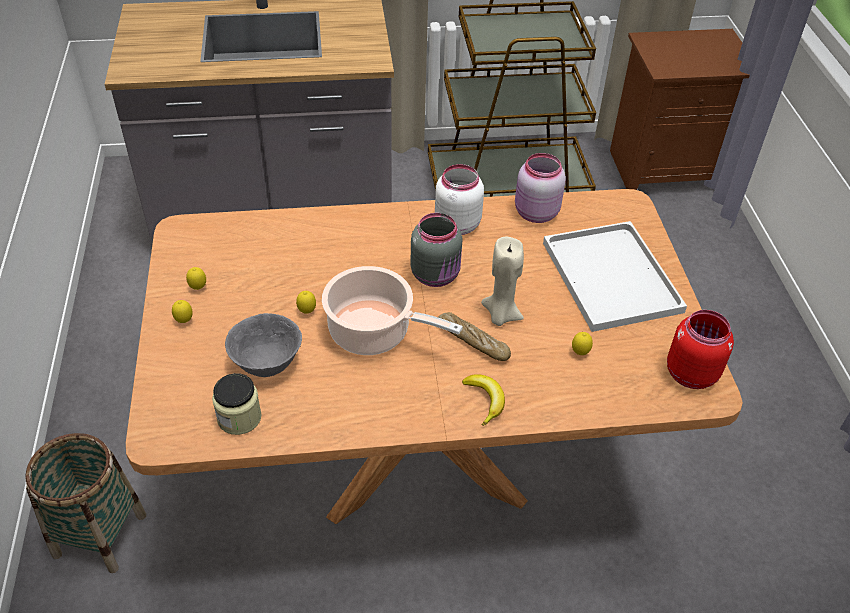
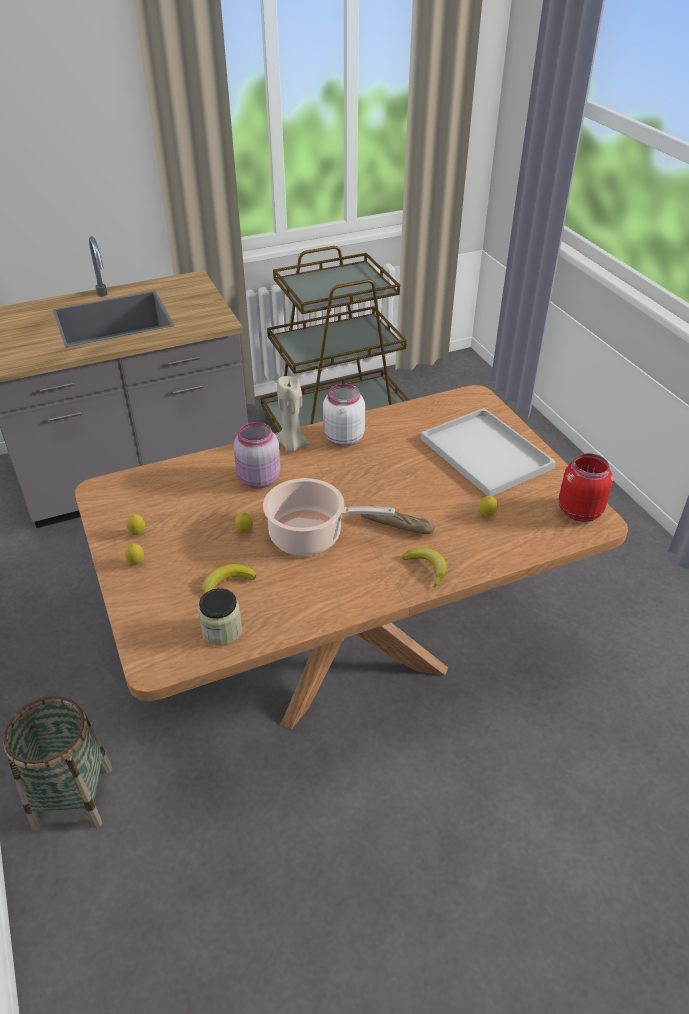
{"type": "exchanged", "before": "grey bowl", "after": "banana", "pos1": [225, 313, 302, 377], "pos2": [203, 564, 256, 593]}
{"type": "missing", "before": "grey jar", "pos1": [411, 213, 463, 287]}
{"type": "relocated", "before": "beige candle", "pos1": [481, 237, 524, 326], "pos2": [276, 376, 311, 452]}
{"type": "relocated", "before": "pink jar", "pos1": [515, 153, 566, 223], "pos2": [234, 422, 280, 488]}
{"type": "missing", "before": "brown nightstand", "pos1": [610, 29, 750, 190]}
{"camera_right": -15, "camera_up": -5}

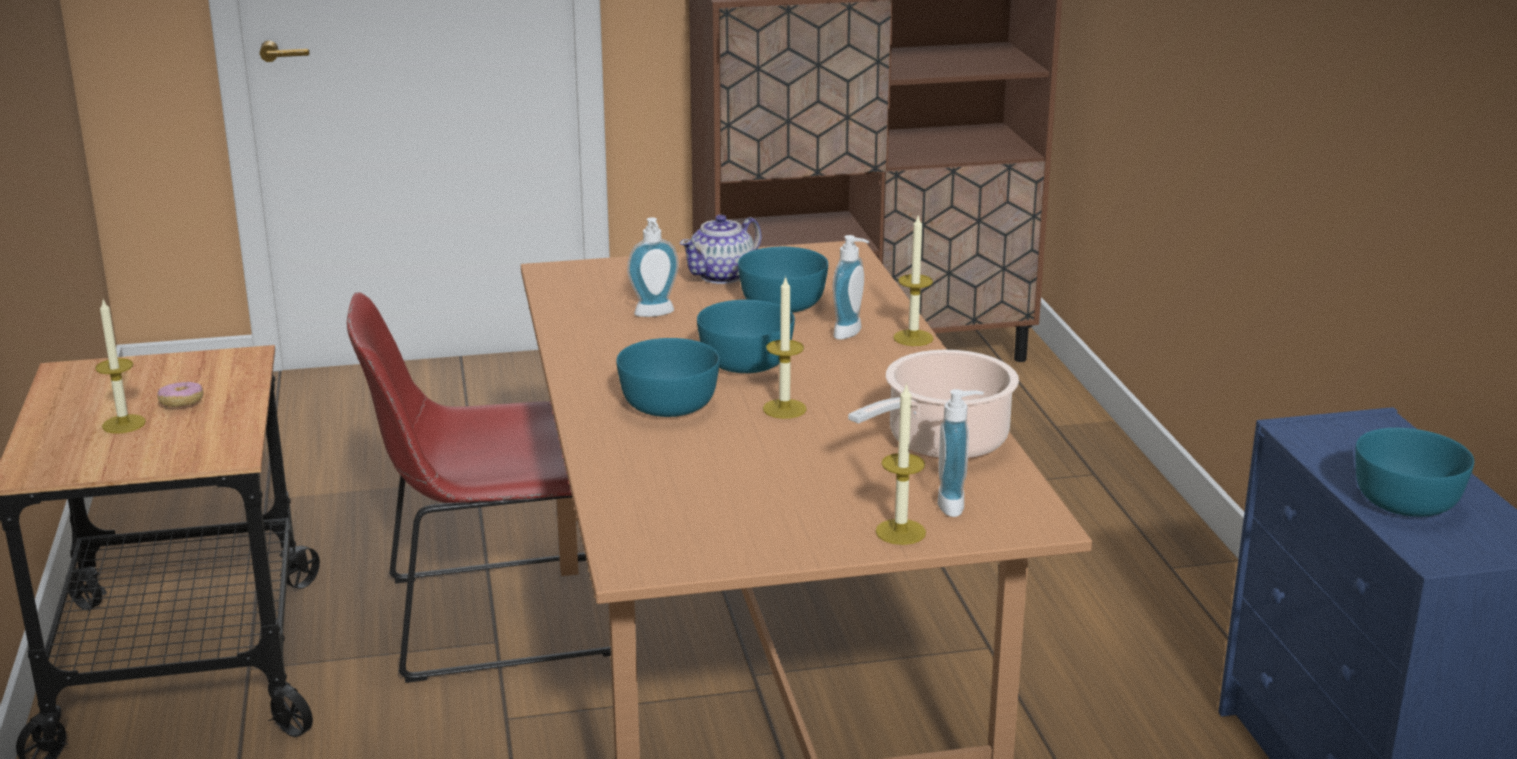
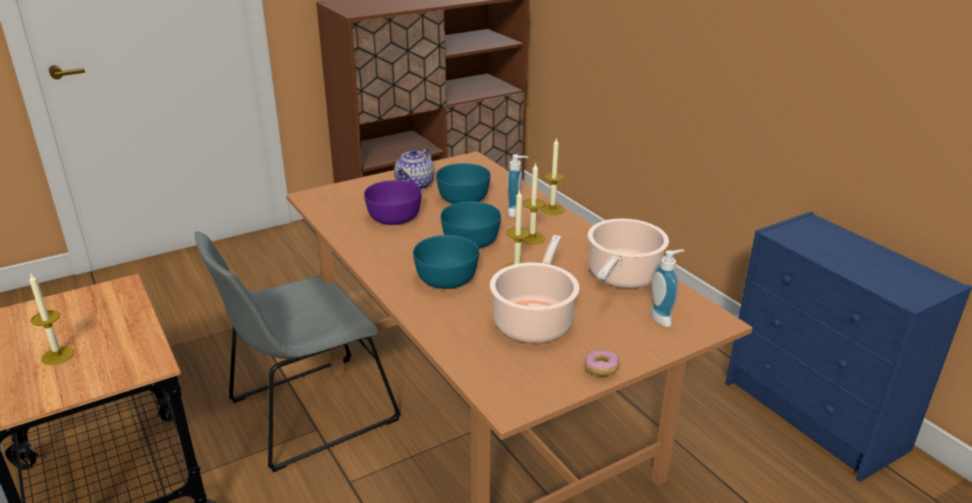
{"type": "relocated", "before": "donut", "pos1": [157, 382, 203, 407], "pos2": [585, 350, 620, 376]}
{"type": "colour", "before": "red chair", "after": "grey chair", "pos1": [347, 292, 611, 683], "pos2": [195, 231, 401, 472]}
{"type": "exchanged", "before": "soap dispenser", "after": "purple bowl", "pos1": [627, 217, 679, 317], "pos2": [364, 180, 422, 225]}
{"type": "relocated", "before": "candle", "pos1": [875, 383, 926, 545], "pos2": [521, 162, 545, 245]}
{"type": "missing", "before": "turquoise bowl", "pos1": [1355, 428, 1474, 517]}
{"type": "appeared", "after": "cooking pot", "pos2": [490, 235, 580, 343]}
{"camera_right": -20, "camera_up": 5}

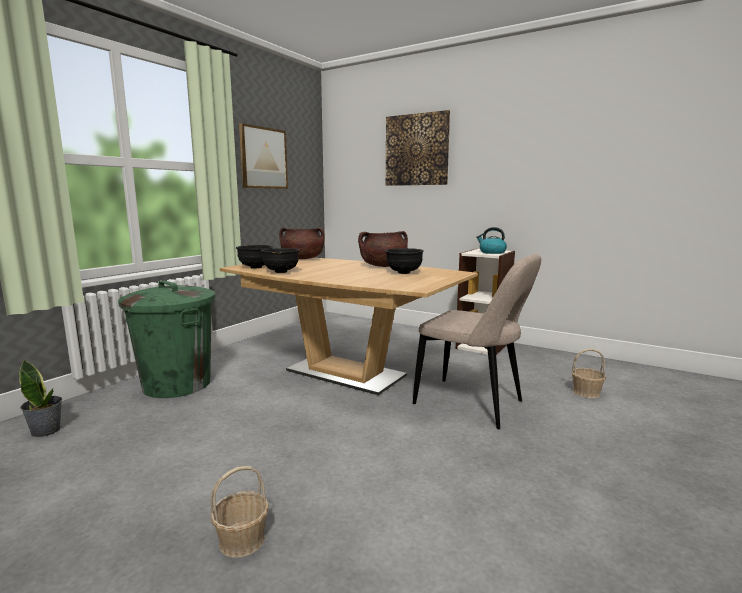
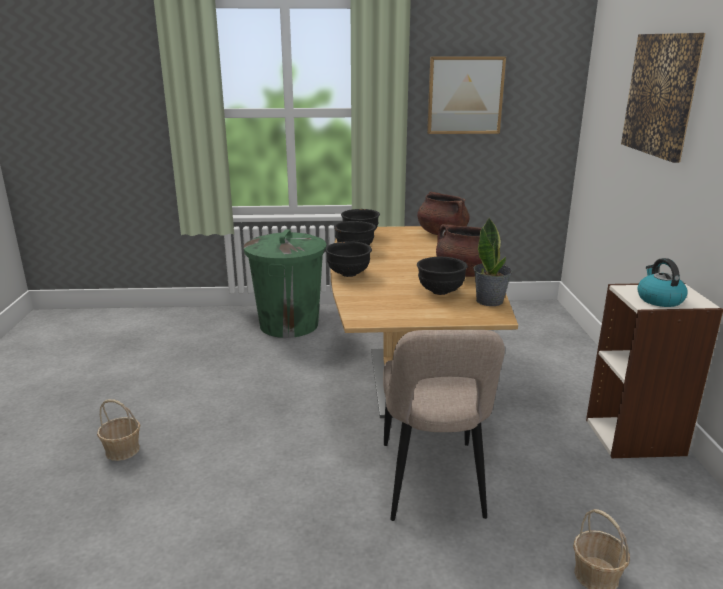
{"type": "relocated", "before": "potted plant", "pos1": [19, 360, 62, 437], "pos2": [473, 218, 512, 306]}
{"type": "appeared", "after": "black bowl", "pos2": [325, 241, 372, 277]}
{"camera_right": 55, "camera_up": 10}

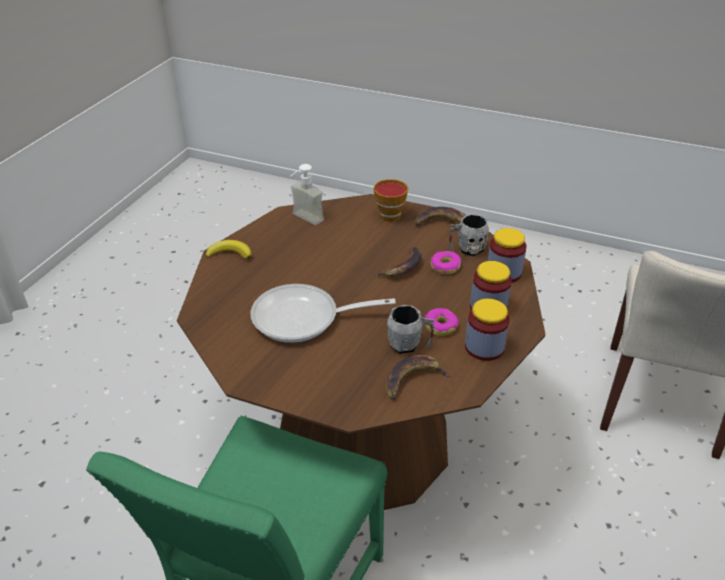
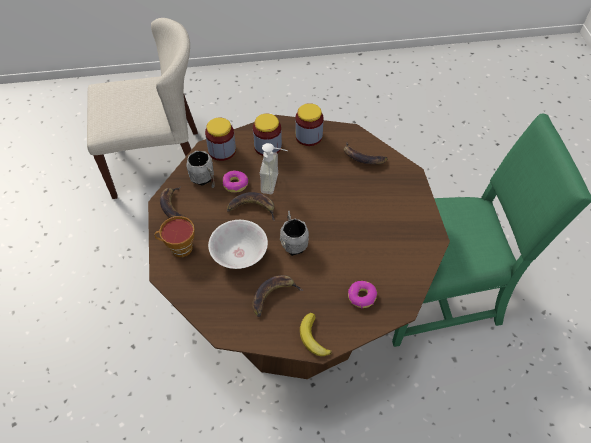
{"type": "missing", "before": "frying pan", "pos1": [250, 284, 396, 343]}
{"type": "relocated", "before": "soap dispenser", "pos1": [290, 164, 324, 225], "pos2": [260, 143, 288, 194]}
{"type": "relocated", "before": "grey mug", "pos1": [387, 305, 434, 354], "pos2": [280, 211, 309, 256]}
{"type": "relocated", "before": "donut", "pos1": [425, 308, 459, 336], "pos2": [348, 281, 377, 309]}
{"type": "appeared", "after": "white bowl", "pos2": [208, 220, 268, 269]}
{"type": "appeared", "after": "banana", "pos2": [252, 275, 303, 317]}
{"camera_right": -120, "camera_up": 15}

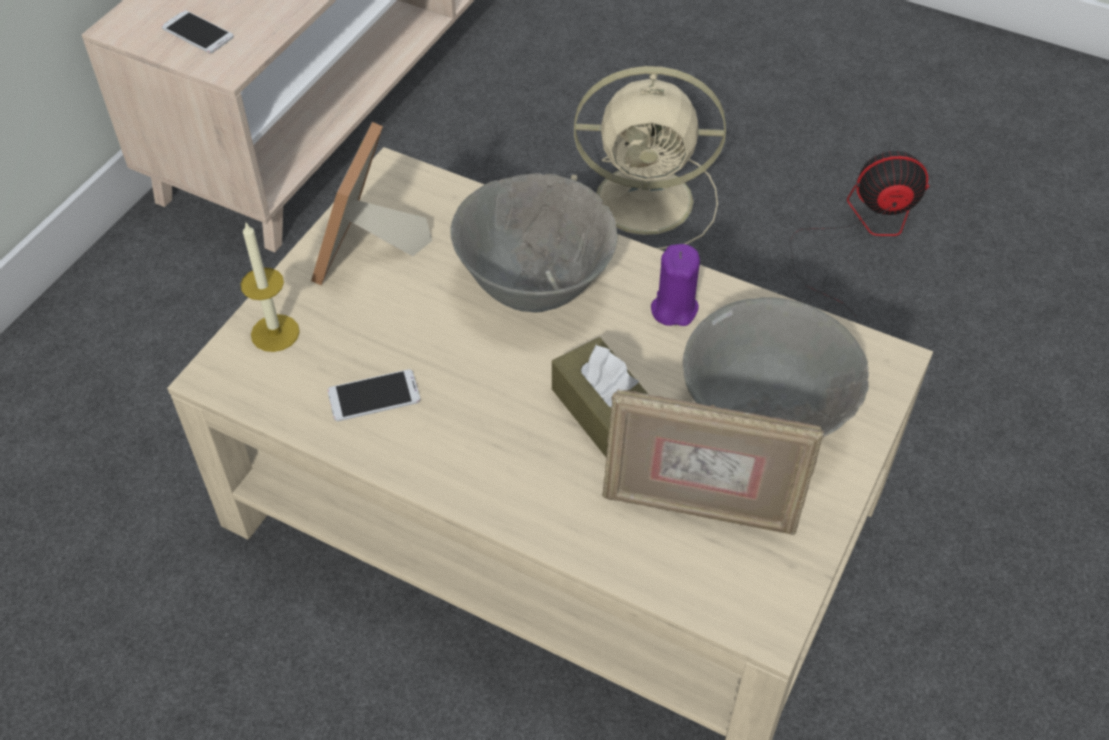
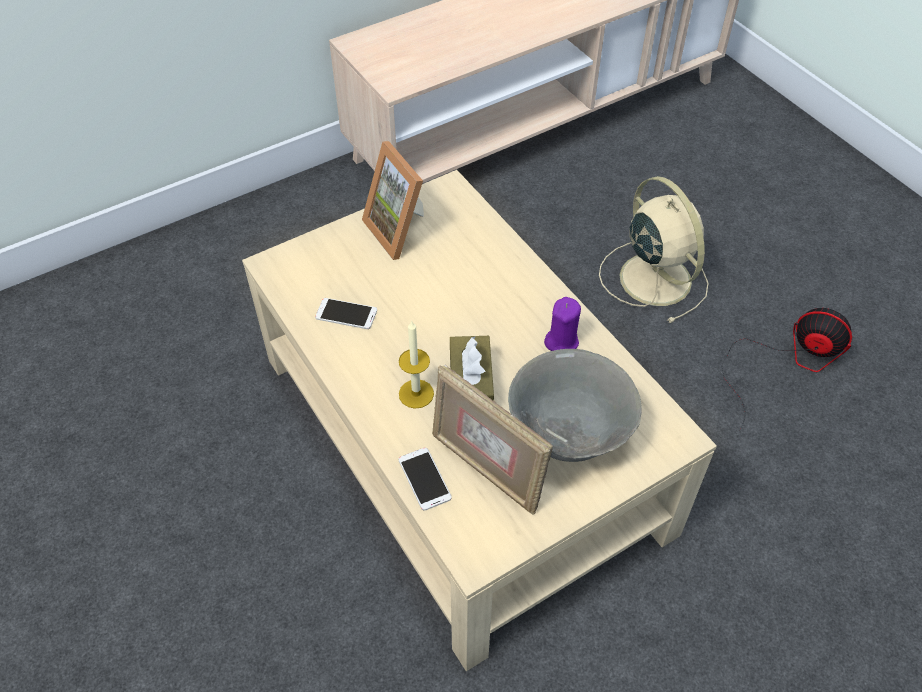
{"type": "relocated", "before": "phone", "pos1": [162, 10, 234, 53], "pos2": [399, 448, 452, 511]}
{"type": "relocated", "before": "candle", "pos1": [240, 221, 300, 352], "pos2": [399, 320, 434, 409]}
{"type": "spun", "before": "picture frame", "pos1": [311, 122, 432, 285], "pos2": [362, 141, 424, 260], "turn": -75}
{"type": "missing", "before": "grey bowl", "pos1": [450, 173, 618, 313]}
{"type": "spun", "before": "beige fan", "pos1": [571, 66, 726, 250], "pos2": [599, 176, 709, 323], "turn": -150}
{"camera_right": 30, "camera_up": 0}

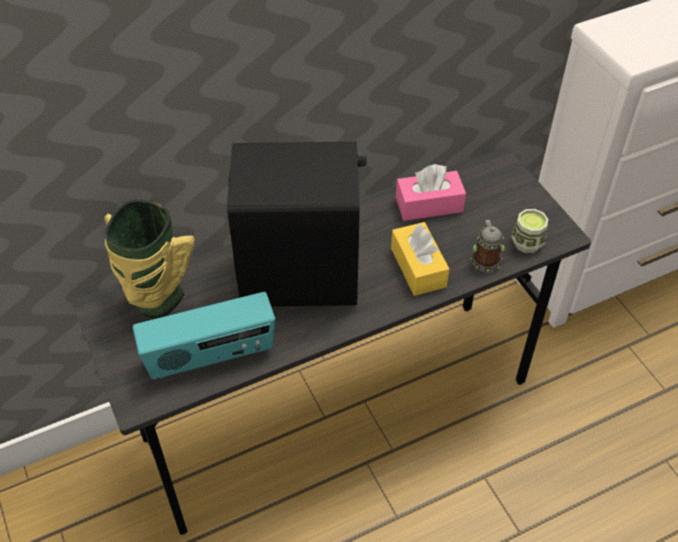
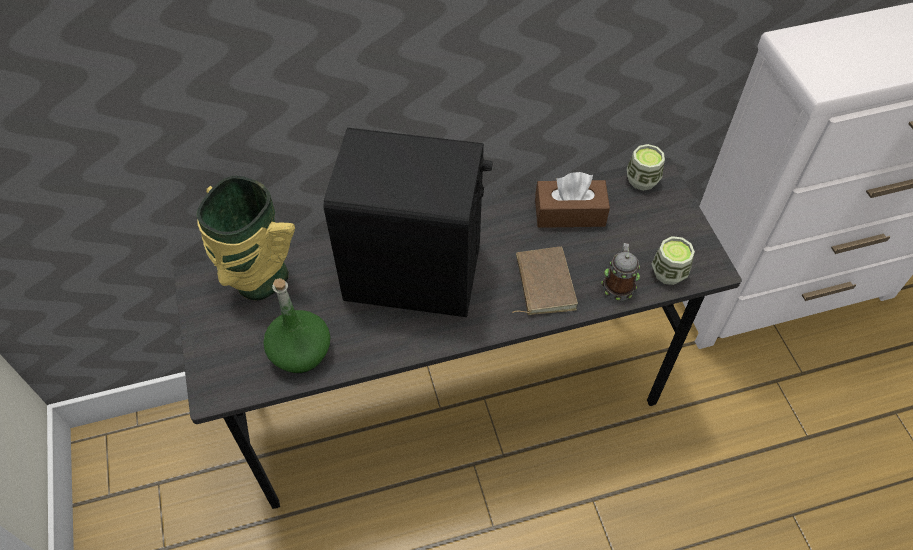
{"type": "exchanged", "before": "radio", "after": "green bottle", "pos1": [133, 292, 275, 379], "pos2": [263, 278, 330, 373]}
{"type": "exchanged", "before": "yellow tissue box", "after": "brown book", "pos1": [391, 222, 449, 296], "pos2": [512, 247, 578, 315]}
{"type": "colour", "before": "pink tissue box", "after": "brown tissue box", "pos1": [396, 164, 466, 221], "pos2": [535, 172, 610, 228]}
{"type": "appeared", "after": "cup", "pos2": [627, 144, 665, 191]}
{"camera_right": 10, "camera_up": 5}

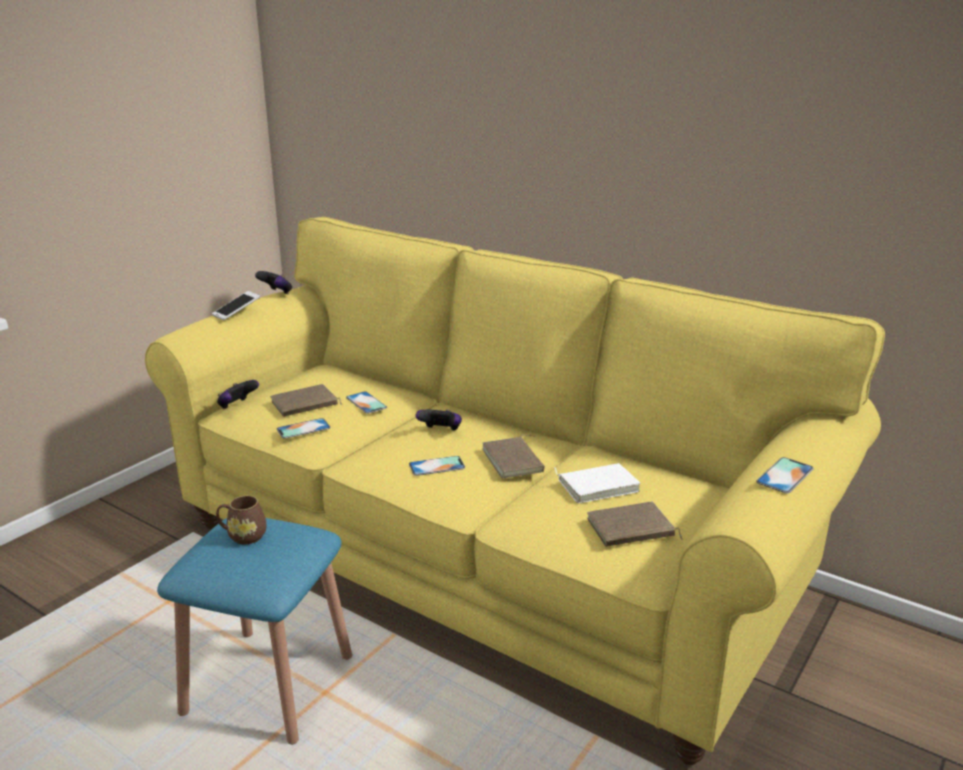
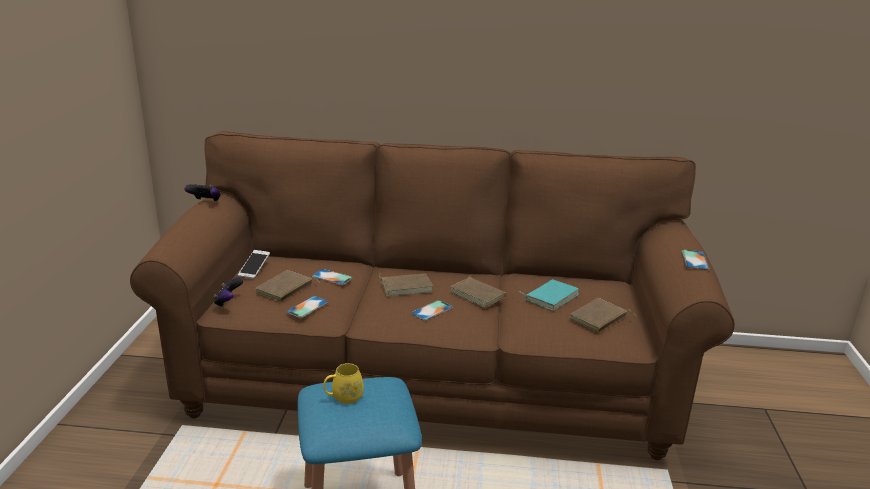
{"type": "colour", "before": "yellow sofa", "after": "brown sofa", "pos1": [145, 217, 885, 765], "pos2": [130, 131, 735, 460]}
{"type": "relocated", "before": "phone", "pos1": [212, 291, 260, 320], "pos2": [238, 250, 270, 279]}
{"type": "colour", "before": "brown mug", "after": "yellow mug", "pos1": [216, 496, 266, 544], "pos2": [323, 363, 364, 404]}
{"type": "exchanged", "before": "game controller", "after": "brown book", "pos1": [416, 409, 462, 431], "pos2": [379, 273, 433, 296]}
{"type": "colour", "before": "white book", "after": "turquoise book", "pos1": [554, 463, 641, 503], "pos2": [517, 279, 579, 311]}
{"camera_right": -30, "camera_up": 0}

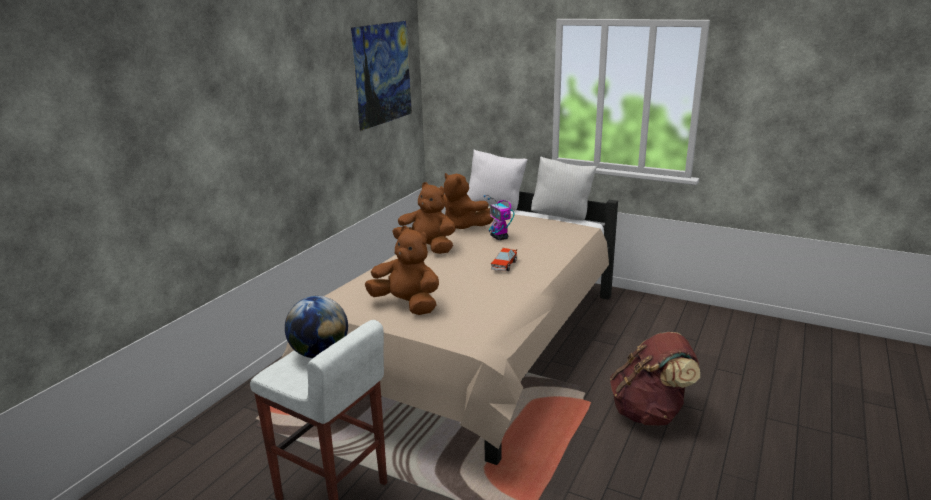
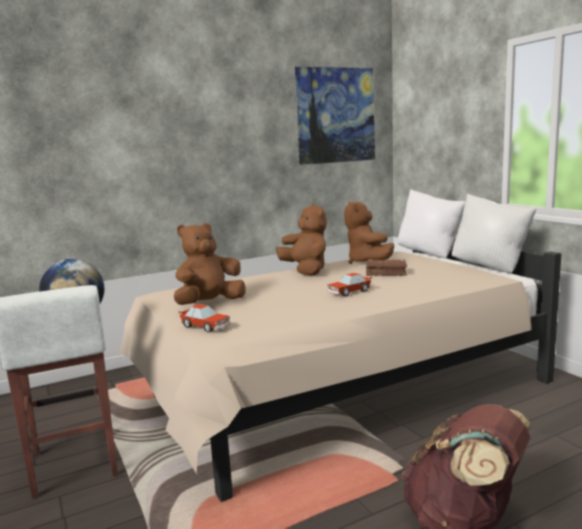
{"type": "spun", "before": "brown plush toy", "pos1": [365, 226, 439, 315], "pos2": [174, 223, 245, 305], "turn": -105}
{"type": "exchanged", "before": "toy robot", "after": "brown book", "pos1": [484, 195, 515, 240], "pos2": [366, 260, 407, 276]}
{"type": "appeared", "after": "toy car", "pos2": [179, 304, 230, 333]}
{"camera_right": 35, "camera_up": -10}

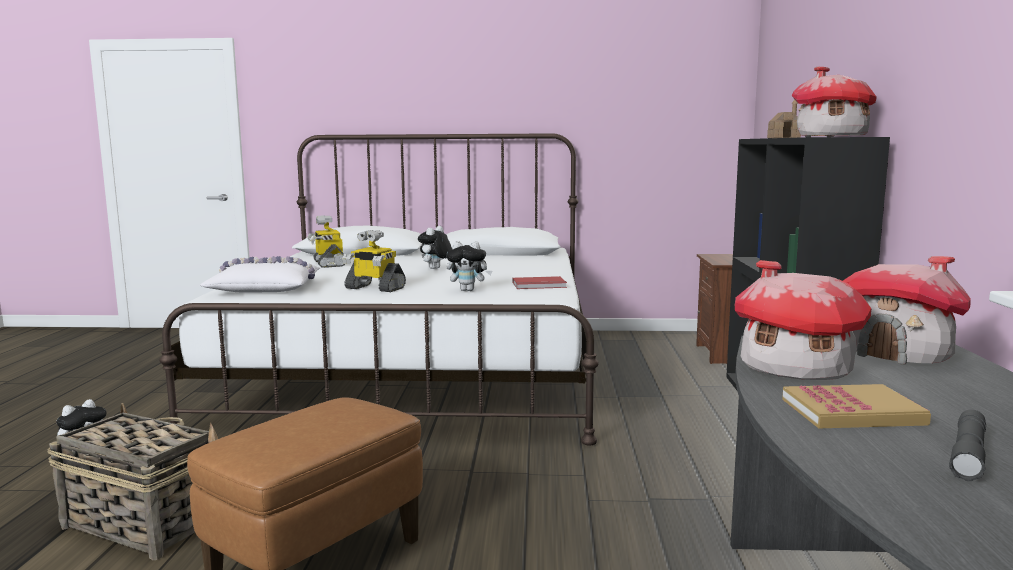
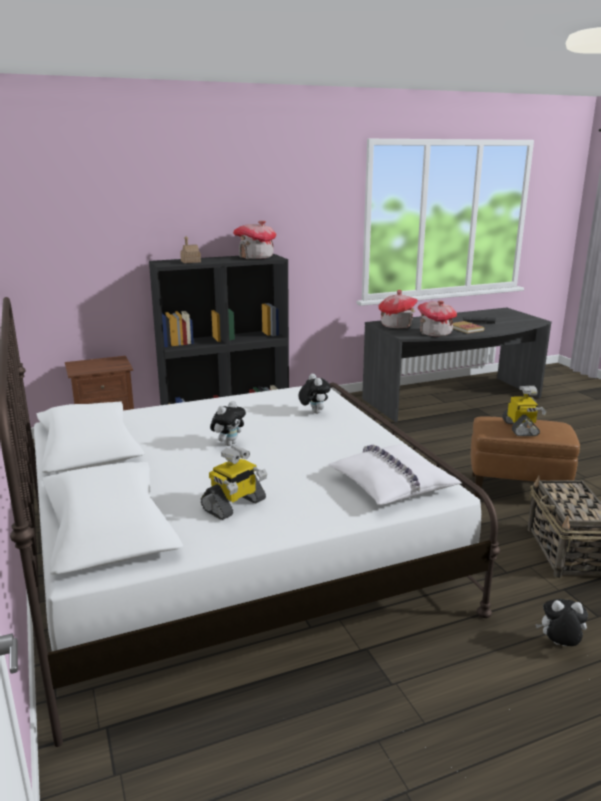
{"type": "relocated", "before": "toy robot", "pos1": [342, 230, 406, 292], "pos2": [502, 386, 546, 436]}
{"type": "spun", "before": "plush toy", "pos1": [418, 226, 452, 269], "pos2": [210, 401, 246, 446], "turn": -60}
{"type": "missing", "before": "red book", "pos1": [512, 276, 567, 289]}
{"camera_right": -115, "camera_up": 10}

